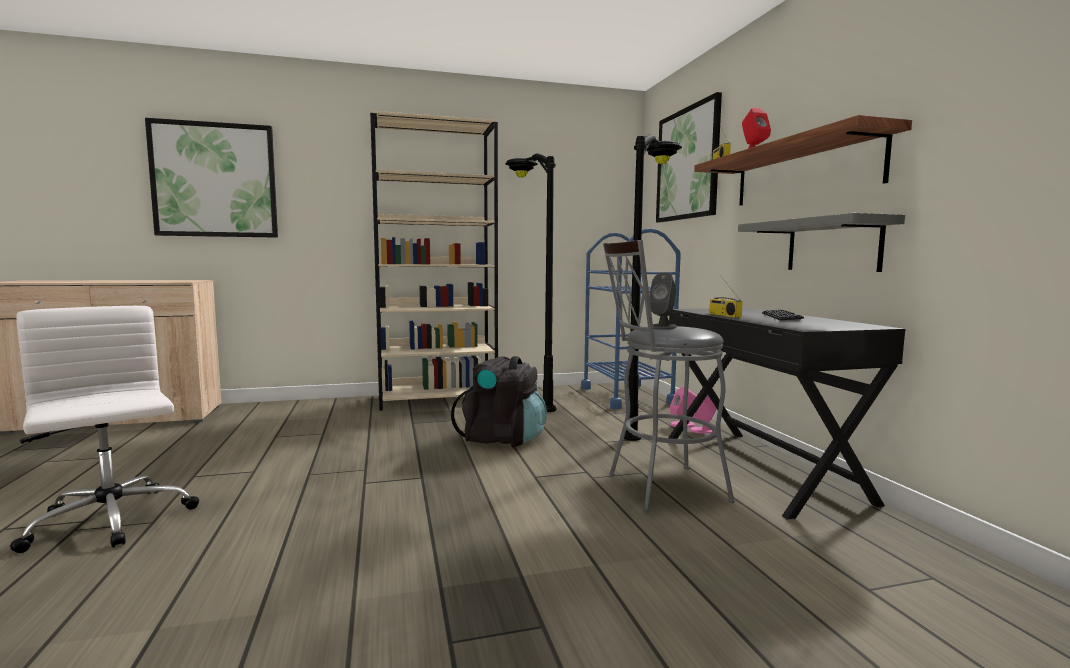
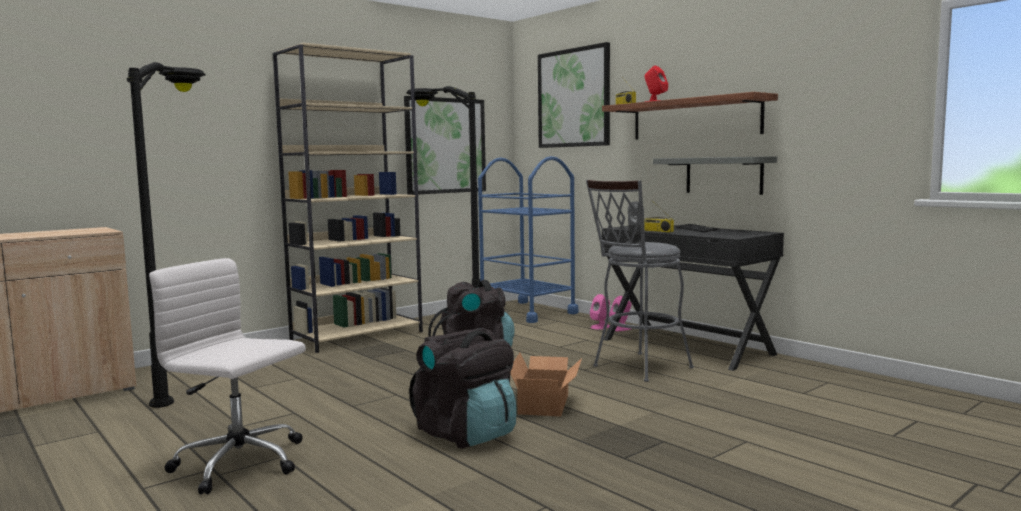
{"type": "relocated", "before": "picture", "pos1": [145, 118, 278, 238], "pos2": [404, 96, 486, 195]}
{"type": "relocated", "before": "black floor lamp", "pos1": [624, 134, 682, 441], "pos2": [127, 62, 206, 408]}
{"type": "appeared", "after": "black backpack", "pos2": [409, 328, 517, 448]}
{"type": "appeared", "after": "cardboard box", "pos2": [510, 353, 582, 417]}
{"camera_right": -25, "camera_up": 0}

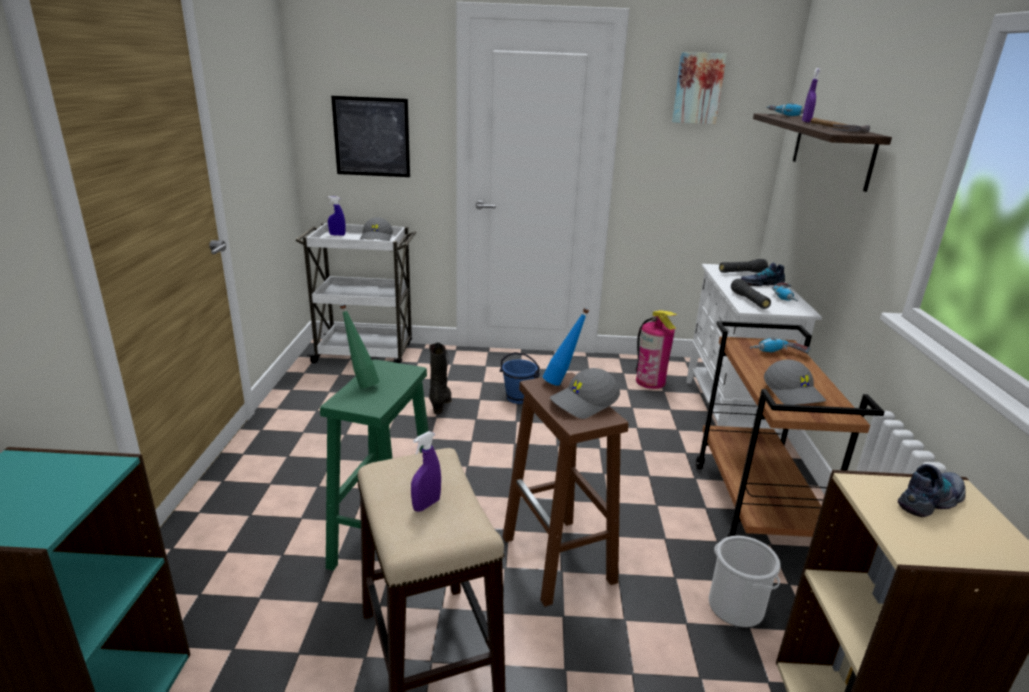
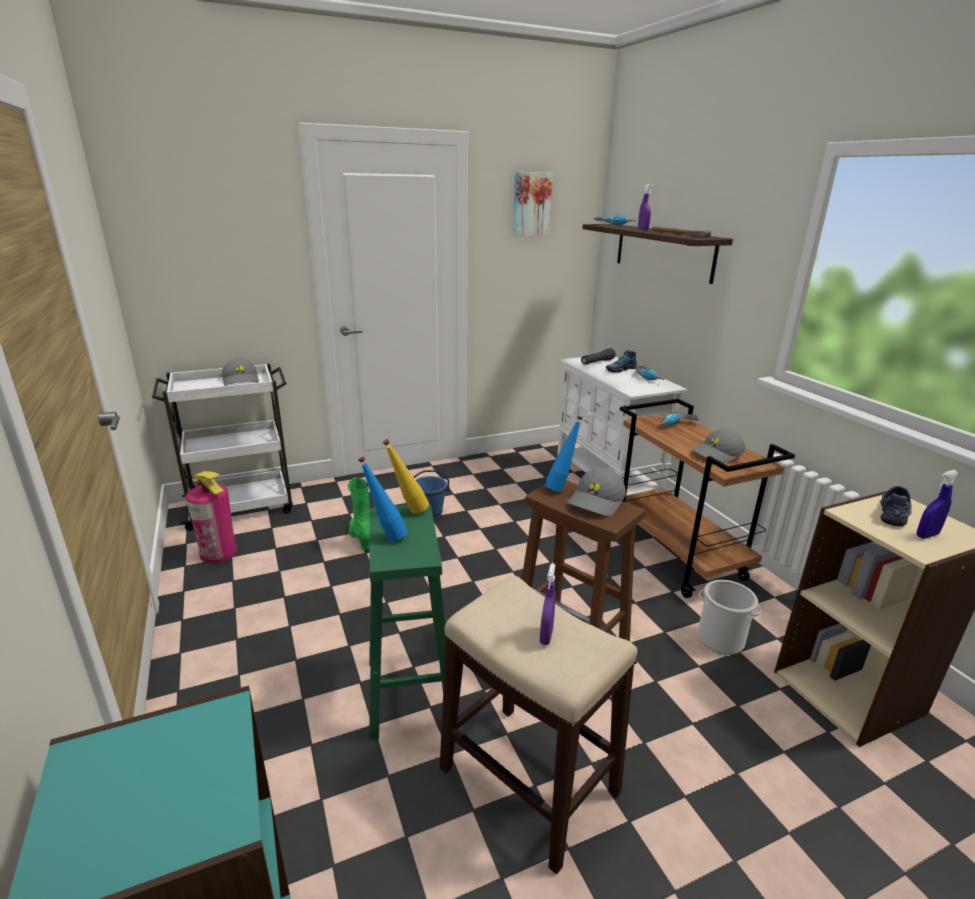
{"type": "relocated", "before": "blue spray bottle", "pos1": [328, 196, 346, 236], "pos2": [917, 470, 959, 538]}
{"type": "missing", "before": "picture", "pos1": [331, 96, 410, 177]}
{"type": "colour", "before": "green bottle", "after": "blue bottle", "pos1": [340, 304, 379, 389], "pos2": [358, 457, 408, 541]}
{"type": "colour", "before": "black boot", "after": "green boot", "pos1": [429, 342, 452, 414], "pos2": [348, 477, 370, 550]}
{"type": "relocated", "before": "fire extinguisher", "pos1": [635, 310, 677, 389], "pos2": [186, 471, 237, 563]}
{"type": "missing", "before": "black flashlight", "pos1": [731, 279, 771, 309]}
{"type": "spun", "before": "grey cap", "pos1": [764, 360, 827, 405], "pos2": [692, 429, 745, 464], "turn": 105}
{"type": "appeared", "after": "yellow bottle", "pos2": [383, 439, 429, 514]}
{"camera_right": -25, "camera_up": 0}

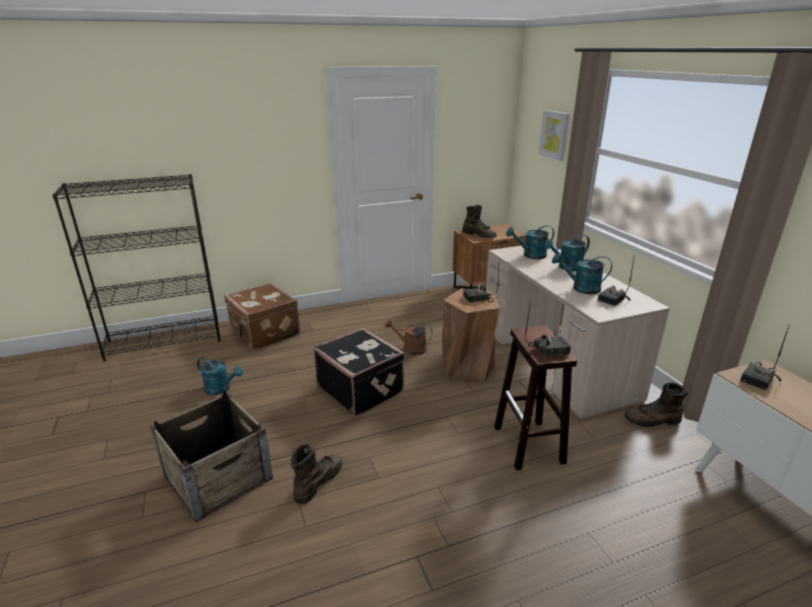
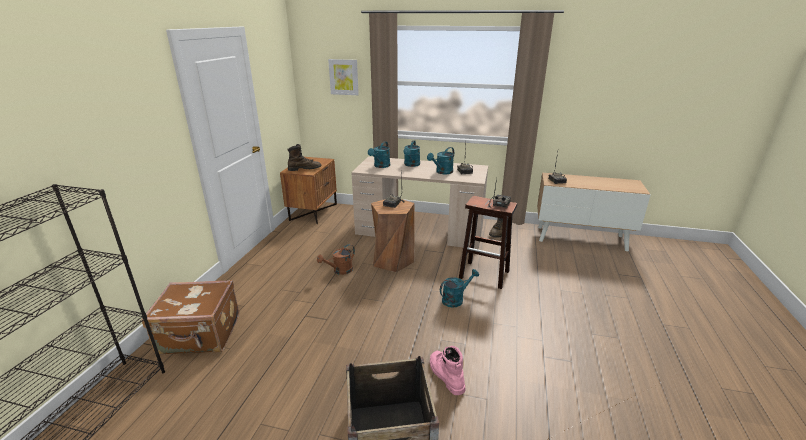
{"type": "relocated", "before": "turquoise watering can", "pos1": [197, 357, 243, 395], "pos2": [440, 269, 479, 308]}
{"type": "colour", "before": "brown boot", "after": "pink boot", "pos1": [291, 444, 342, 504], "pos2": [430, 346, 466, 395]}
{"type": "missing", "before": "black suitcase", "pos1": [314, 328, 405, 416]}
{"camera_right": -55, "camera_up": 0}

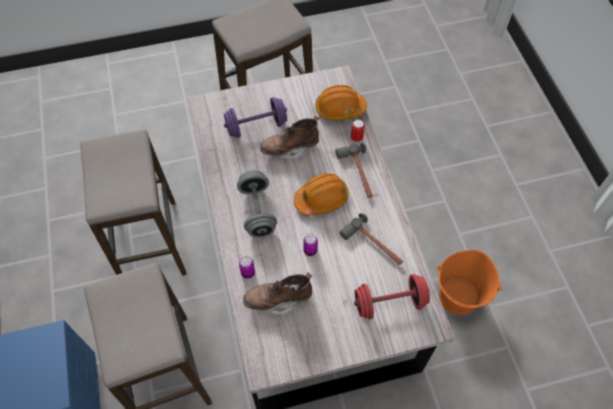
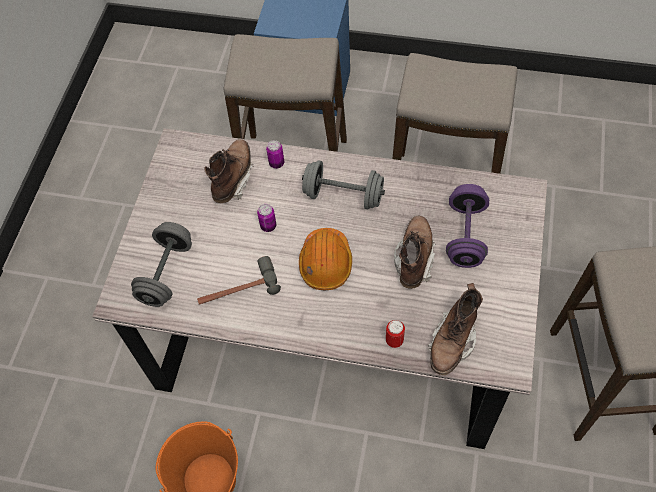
{"type": "exchanged", "before": "orange hard hat", "after": "brown boot", "pos1": [315, 85, 367, 120], "pos2": [428, 283, 483, 375]}
{"type": "missing", "before": "hammer", "pos1": [336, 143, 373, 198]}
{"type": "colour", "before": "red dumbbell", "after": "grey dumbbell", "pos1": [354, 274, 430, 319], "pos2": [131, 222, 192, 307]}
{"camera_right": 120, "camera_up": 0}

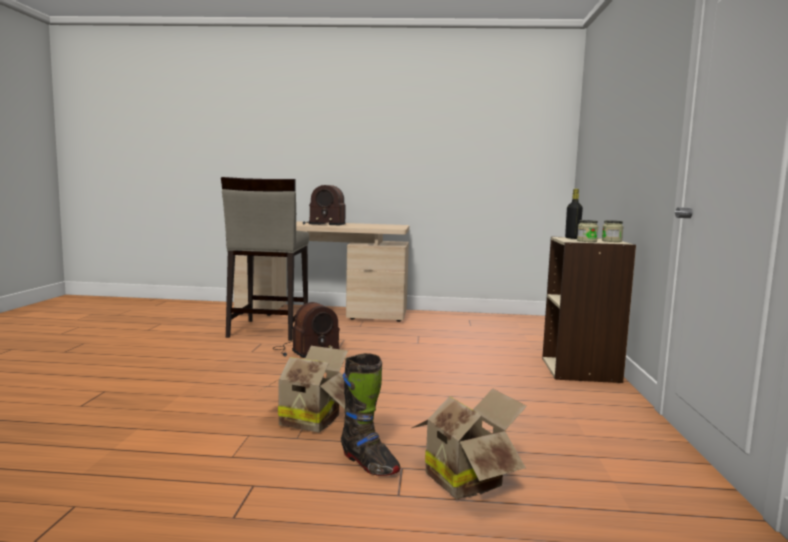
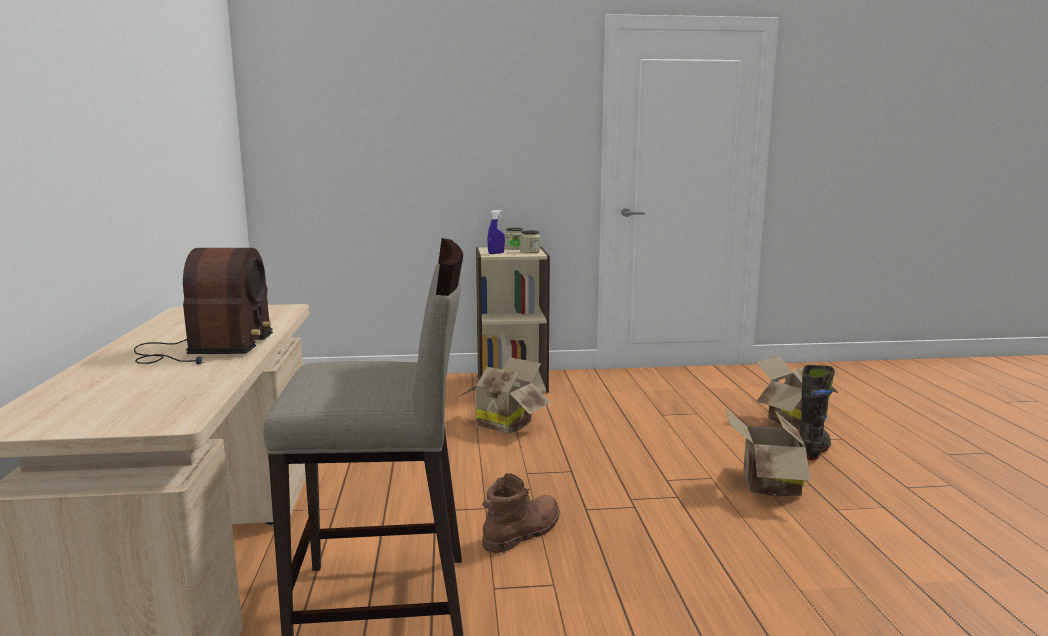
{"type": "exchanged", "before": "radio", "after": "brown boot", "pos1": [273, 302, 340, 358], "pos2": [482, 473, 560, 553]}
{"type": "exchanged", "before": "black bottle", "after": "blue spray bottle", "pos1": [565, 189, 583, 239], "pos2": [488, 210, 505, 254]}
{"type": "appeared", "after": "cardboard box", "pos2": [458, 357, 551, 434]}
{"camera_right": -100, "camera_up": 5}

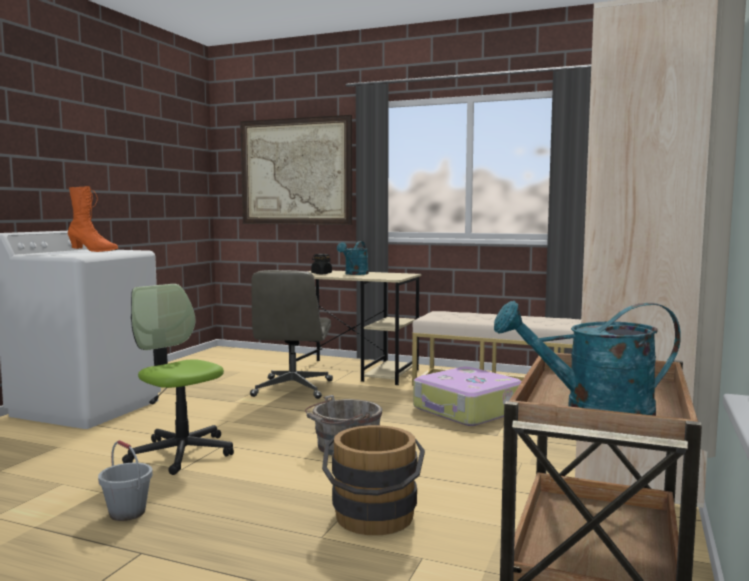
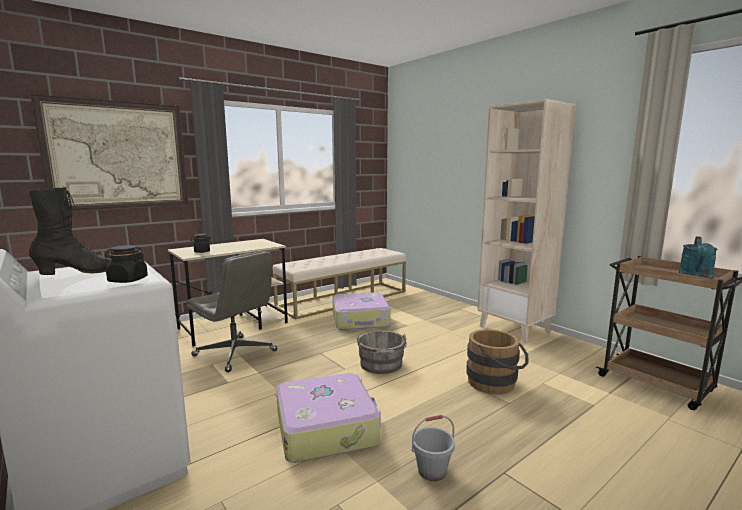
{"type": "colour", "before": "orange boot", "after": "black boot", "pos1": [68, 186, 118, 252], "pos2": [29, 187, 112, 275]}
{"type": "exchanged", "before": "office chair", "after": "suitcase", "pos1": [122, 284, 234, 475], "pos2": [276, 373, 381, 463]}
{"type": "missing", "before": "turquoise watering can", "pos1": [337, 241, 369, 275]}
{"type": "appeared", "after": "black jar", "pos2": [105, 245, 148, 283]}
{"camera_right": -60, "camera_up": 5}

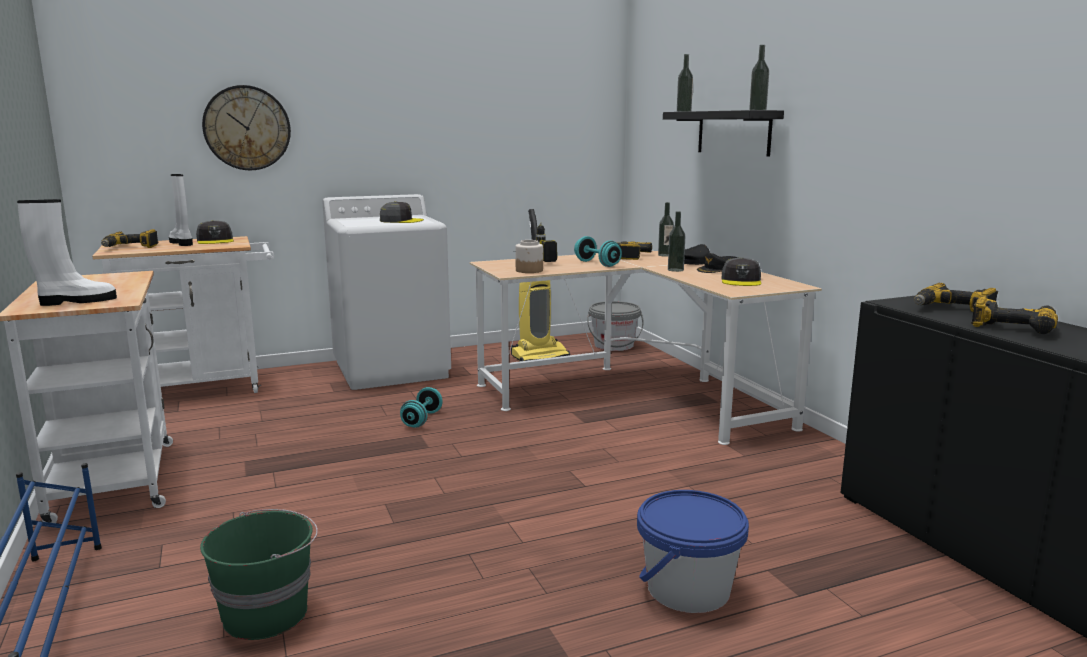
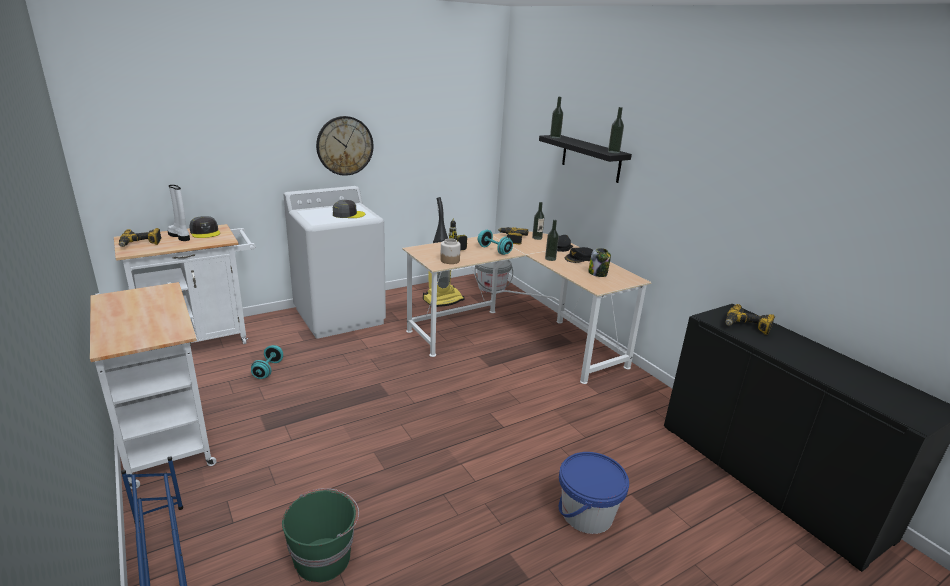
{"type": "missing", "before": "white boot", "pos1": [17, 199, 117, 306]}
{"type": "relocated", "before": "wall clock", "pos1": [202, 85, 291, 170], "pos2": [316, 116, 373, 176]}
{"type": "relocated", "before": "turquoise dumbbell", "pos1": [400, 387, 443, 428], "pos2": [251, 345, 283, 379]}
{"type": "exchanged", "before": "grey cap", "after": "jar", "pos1": [722, 258, 762, 286], "pos2": [588, 248, 611, 277]}
{"type": "missing", "before": "power drill", "pos1": [971, 296, 1058, 334]}
{"camera_right": -10, "camera_up": 10}

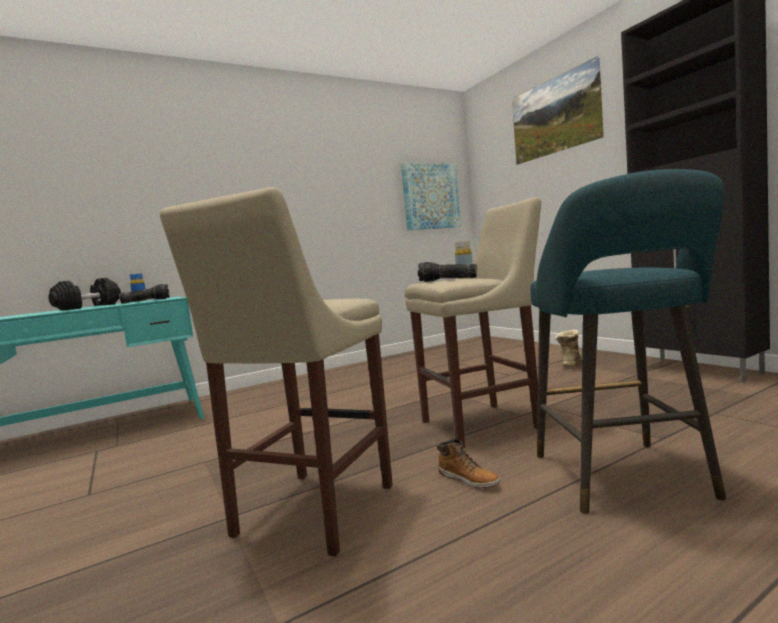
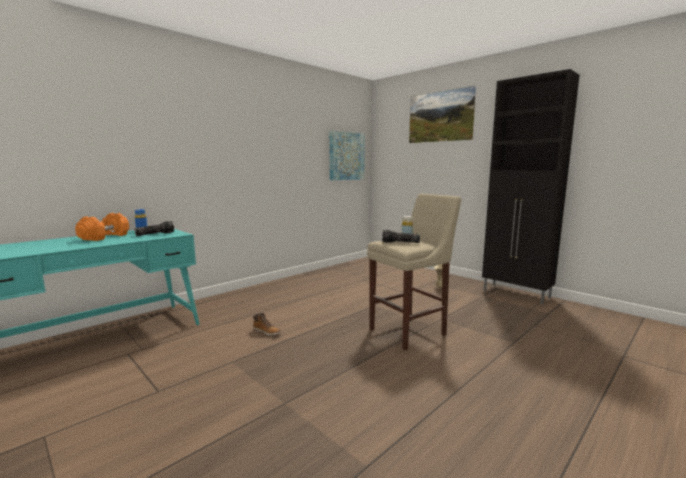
{"type": "colour", "before": "black dumbbell", "after": "orange dumbbell", "pos1": [48, 278, 121, 310], "pos2": [75, 213, 129, 241]}
{"type": "missing", "before": "beige stool", "pos1": [160, 187, 393, 557]}
{"type": "relocated", "before": "boot", "pos1": [437, 439, 501, 488], "pos2": [253, 313, 281, 336]}
{"type": "missing", "before": "turquoise stool", "pos1": [530, 169, 726, 514]}
{"camera_right": -15, "camera_up": 5}

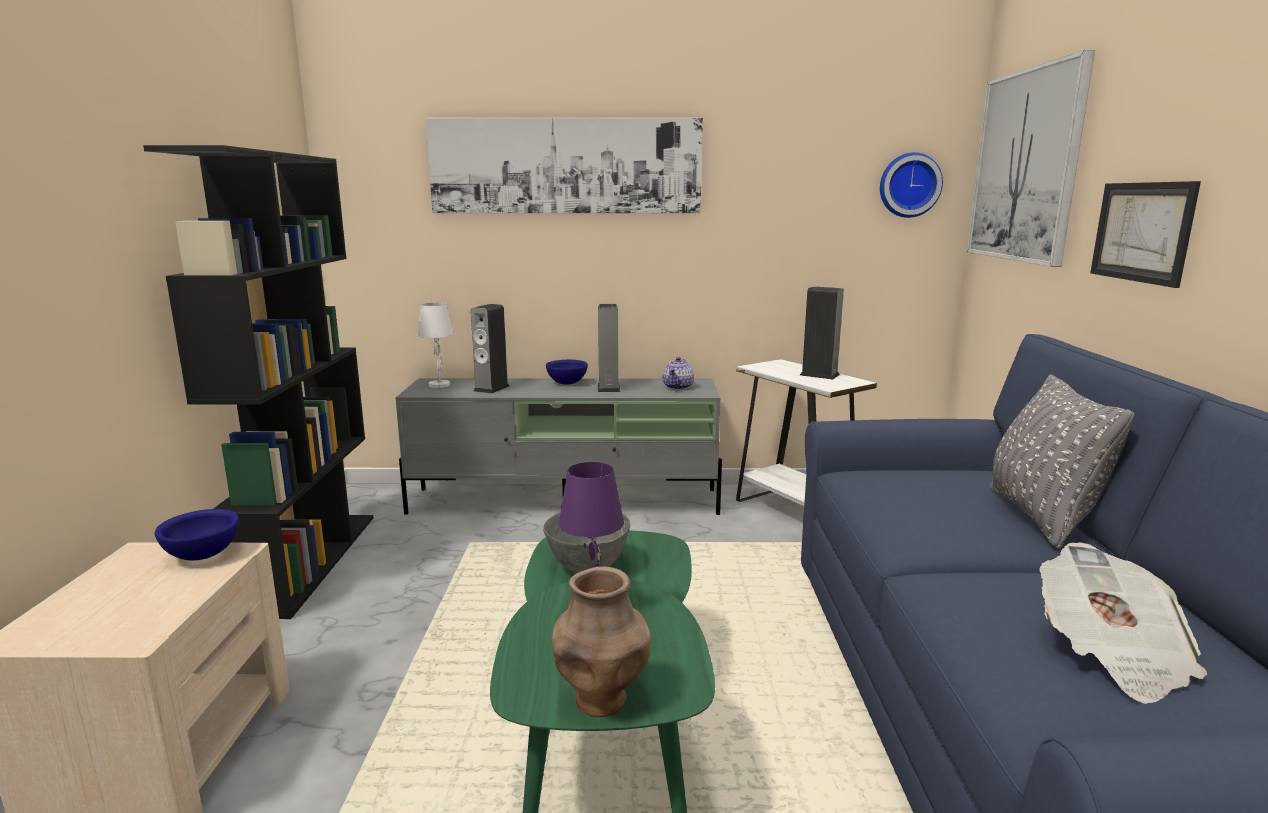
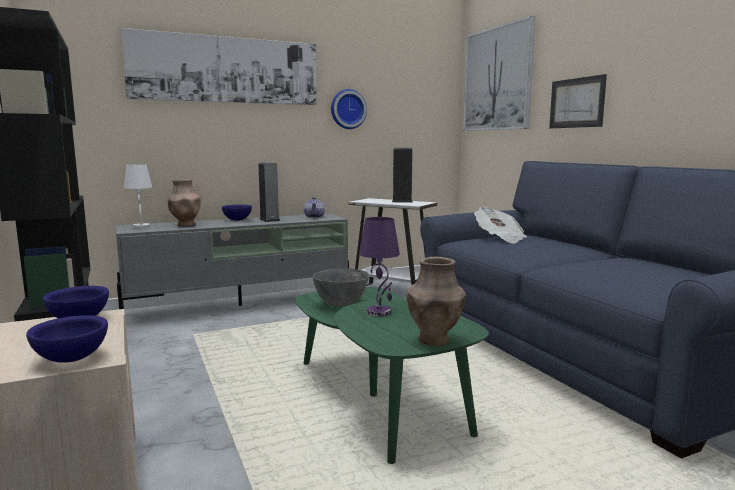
{"type": "exchanged", "before": "speaker", "after": "brown vase", "pos1": [471, 304, 510, 394], "pos2": [168, 179, 201, 227]}
{"type": "relocated", "before": "wall clock", "pos1": [880, 152, 943, 218], "pos2": [331, 89, 367, 129]}
{"type": "missing", "before": "grey pillow", "pos1": [989, 374, 1135, 548]}
{"type": "relocated", "before": "newspaper", "pos1": [1039, 542, 1207, 704], "pos2": [474, 207, 527, 244]}
{"type": "appeared", "after": "blue bowl", "pos2": [26, 315, 108, 363]}
{"camera_right": -25, "camera_up": -5}

